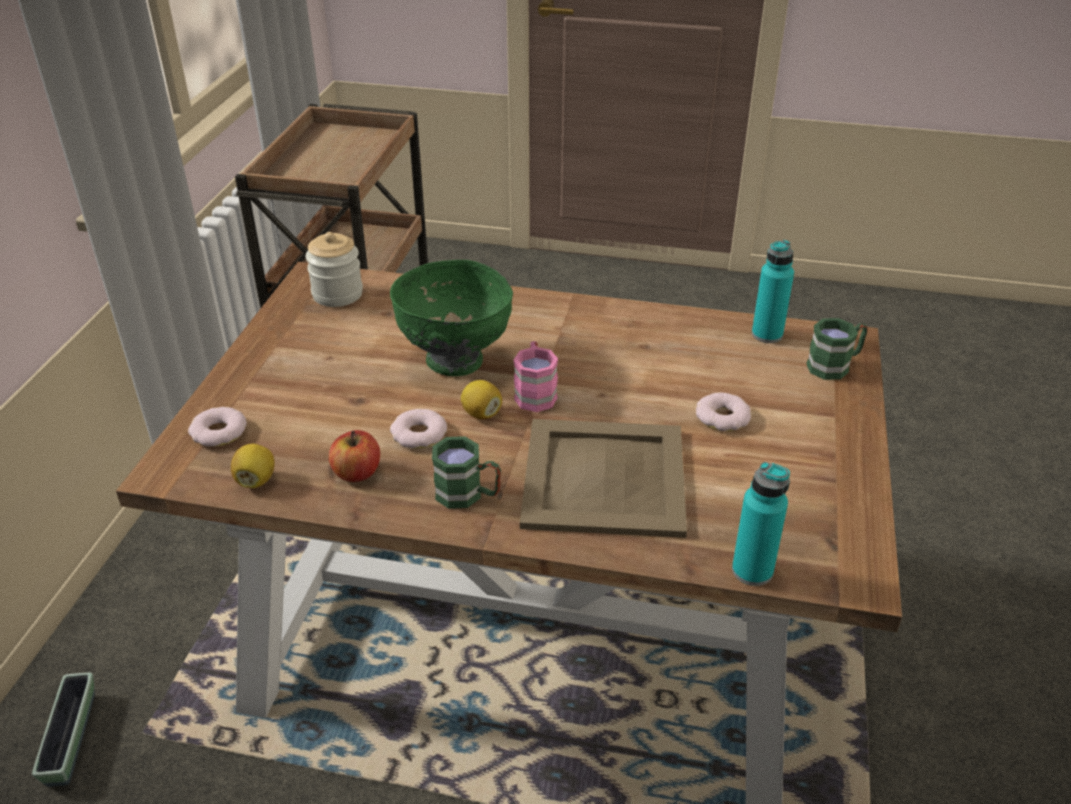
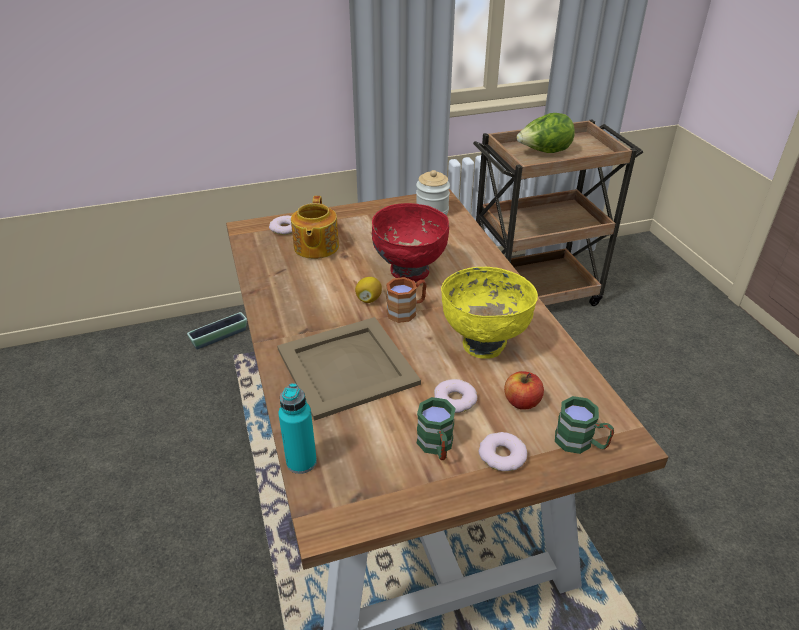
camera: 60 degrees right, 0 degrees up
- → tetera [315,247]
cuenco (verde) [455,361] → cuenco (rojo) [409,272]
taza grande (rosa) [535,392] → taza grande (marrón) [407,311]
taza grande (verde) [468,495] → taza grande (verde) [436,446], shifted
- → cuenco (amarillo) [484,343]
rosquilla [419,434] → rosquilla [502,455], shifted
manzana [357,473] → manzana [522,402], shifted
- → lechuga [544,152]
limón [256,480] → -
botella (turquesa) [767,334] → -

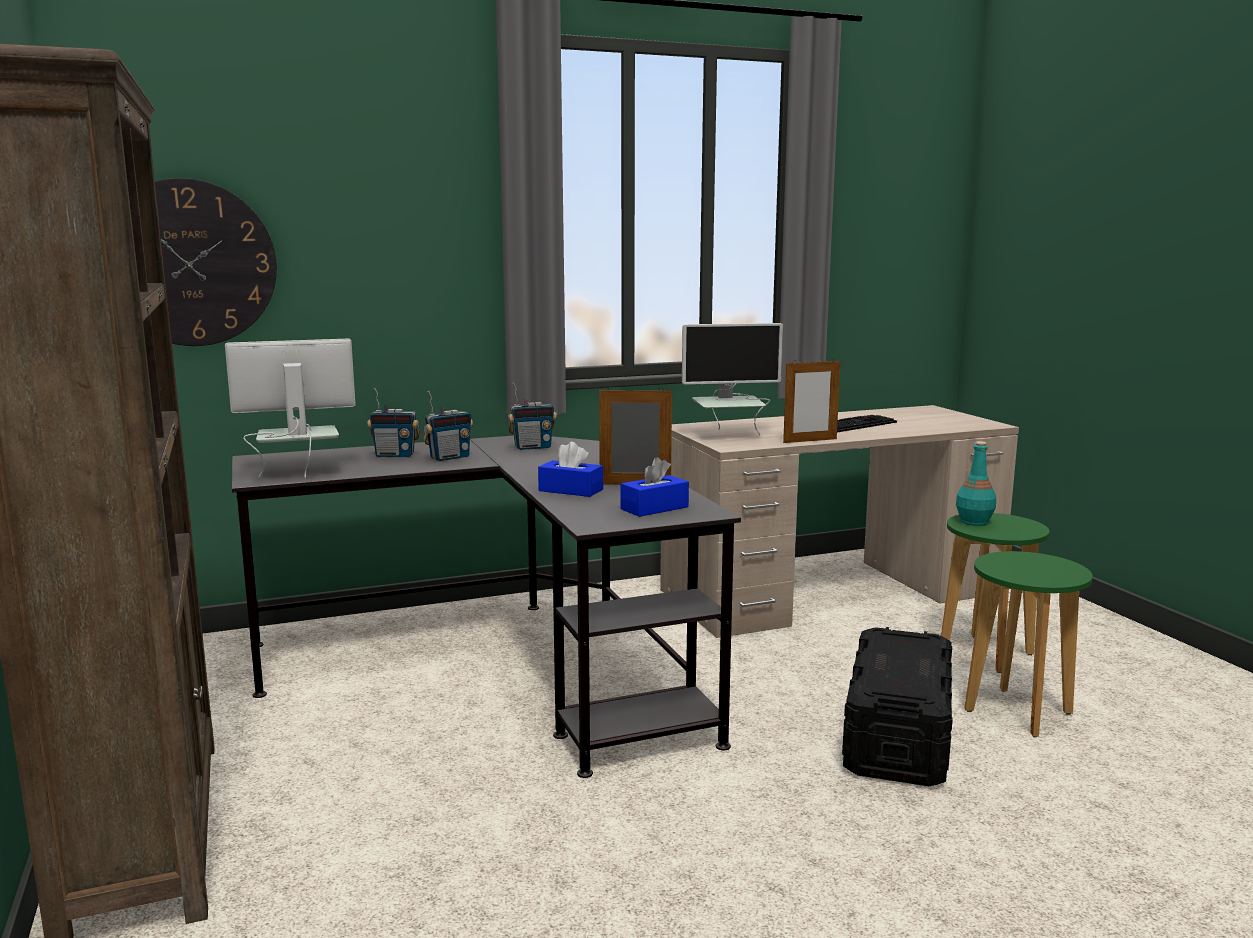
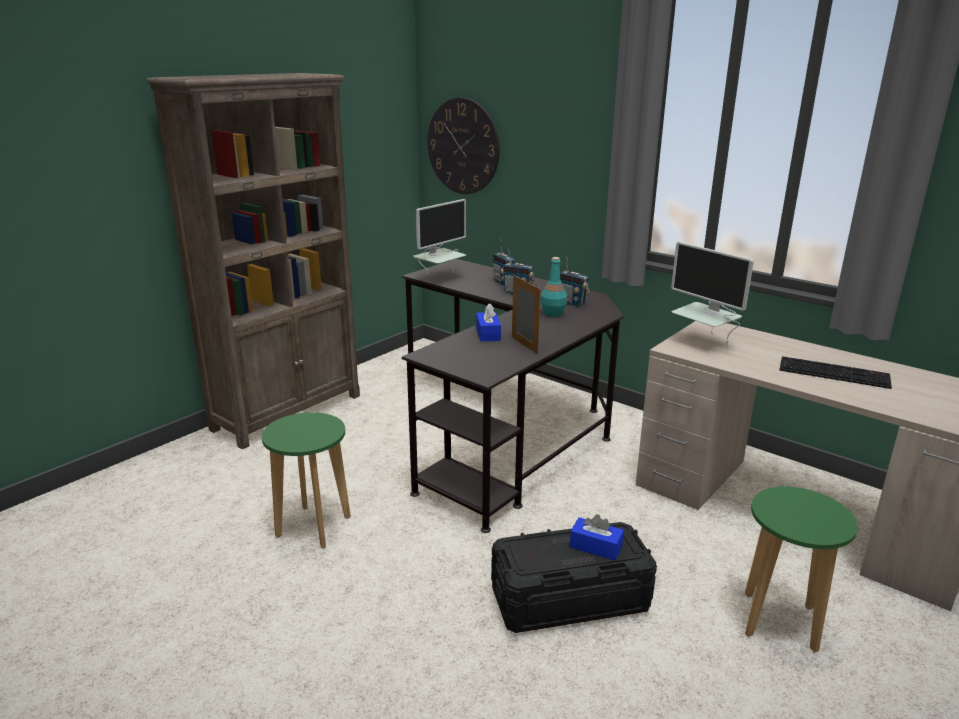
camera: 60 degrees right, 10 degrees up
taburete (verde) [1018,712] → taburete (verde) [313,527], shifted
monitor [299,474] → monitor [439,278], 90 degrees clockwise
botella (turquesa) [973,522] → botella (turquesa) [553,313], shifted
caja de pañuelos (azul) [654,508] → caja de pañuelos (azul) [595,547], shifted
portarretratos [810,441] → -

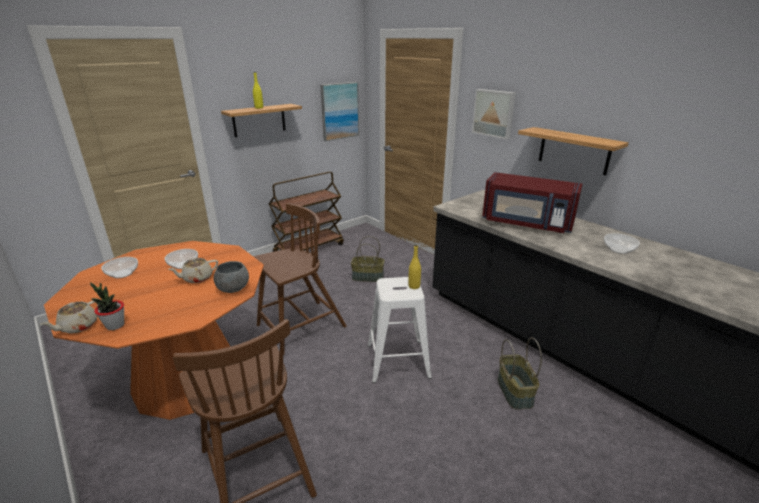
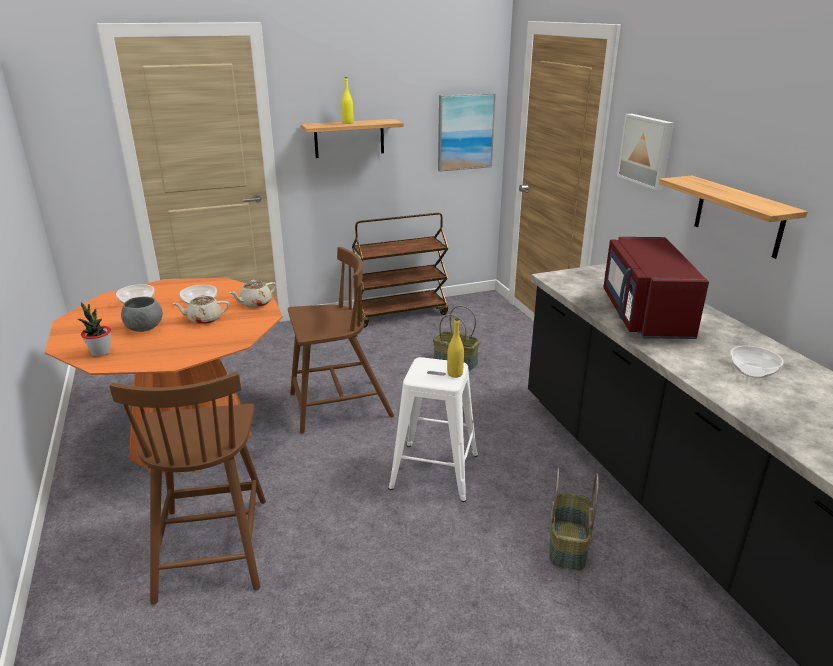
camera: 20 degrees right, 0 degrees up
cuenco (gris) [233,289] → cuenco (gris) [144,328], shifted
tetera (beis) [78,326] → tetera (beis) [255,303], shifted
microondas (rojo) [526,223] → microondas (rojo) [644,315], 45 degrees clockwise

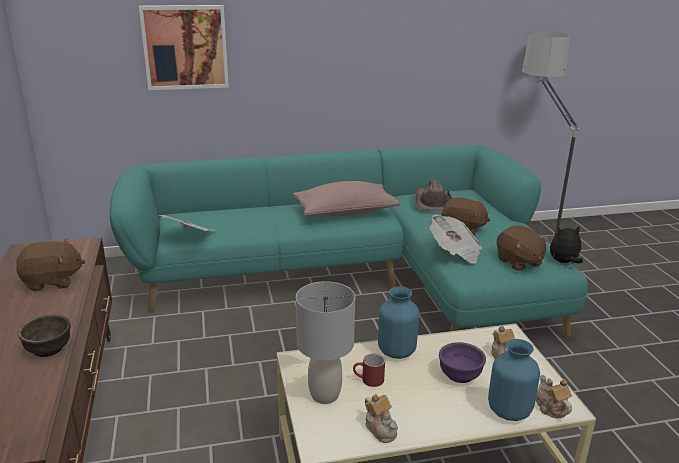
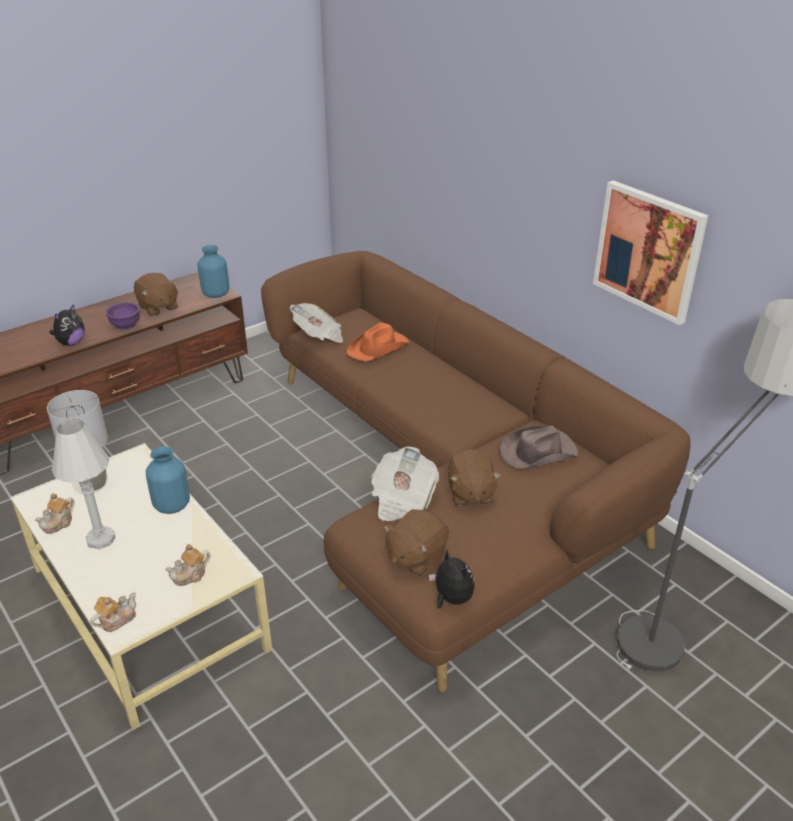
camera: 65 degrees right, 10 degrees up
cuenco (marrón) [48,348] → peluche [71,343]
- → lámpara de mesa (blanco) [100,539]
cuenco (morado) [460,375] → cuenco (morado) [125,325], shifted
florero (azul) [508,411] → florero (azul) [215,294], shifted
sofá (turquesa) [359,277] → sofá (marrón) [447,481]
- → sombrero (naranja) [379,348]
cuadro [185,47] → cuadro [648,251], shifted
cojín (rosa) [345,212] → -
taza grande (rojo) [368,380] → -

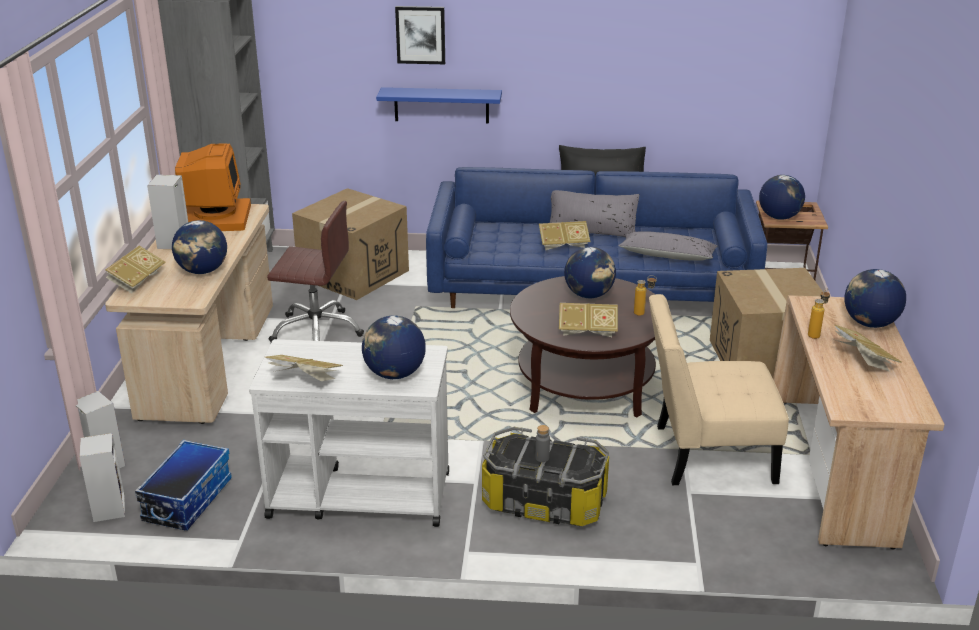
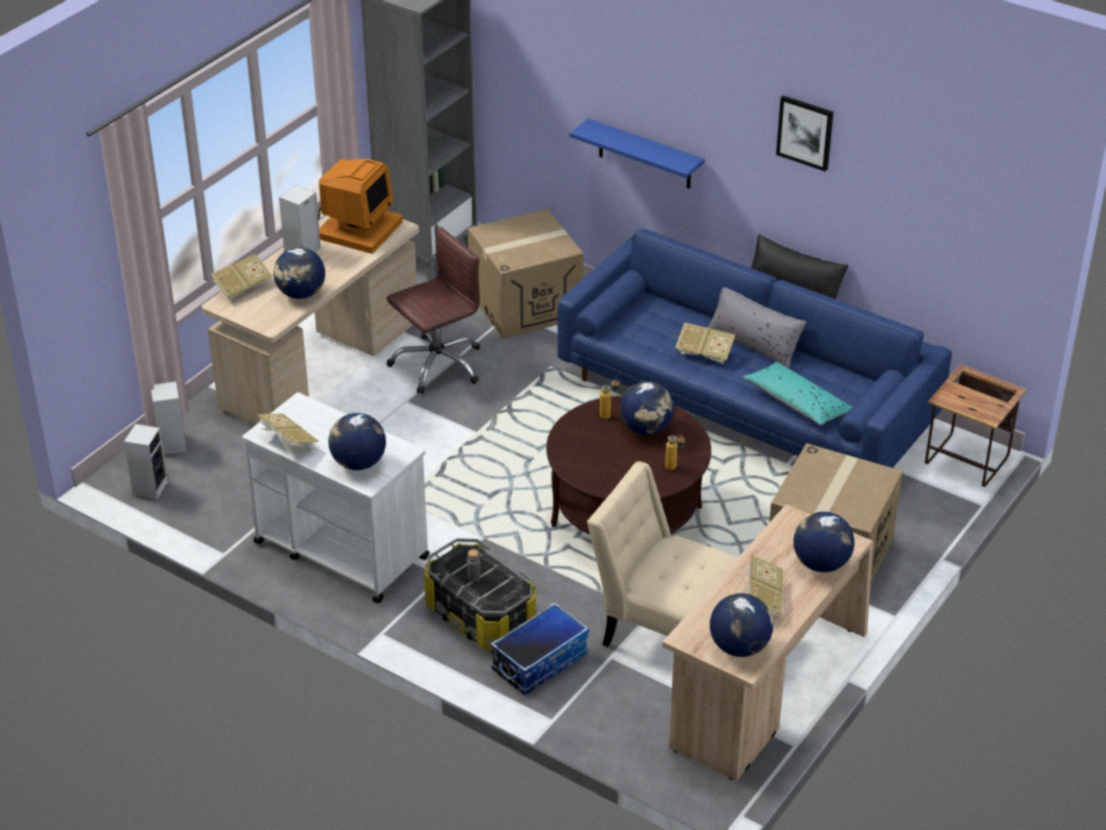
camera: 30 degrees right, 10 degrees up
silla de oficina (marrón) [317,331] → silla de oficina (marrón) [437,364], 75 degrees counterclockwise
caja de almacenaje [187,500] → caja de almacenaje [539,662], shifted
botella [816,334] → botella [609,415], shifted
globo terráqueo [779,217] → globo terráqueo [739,647], shifted
cojín (gris) [667,256] → cojín (turquesa) [797,403]
cuadro [420,34] → cuadro [805,132], shifted
libro [587,331] → -

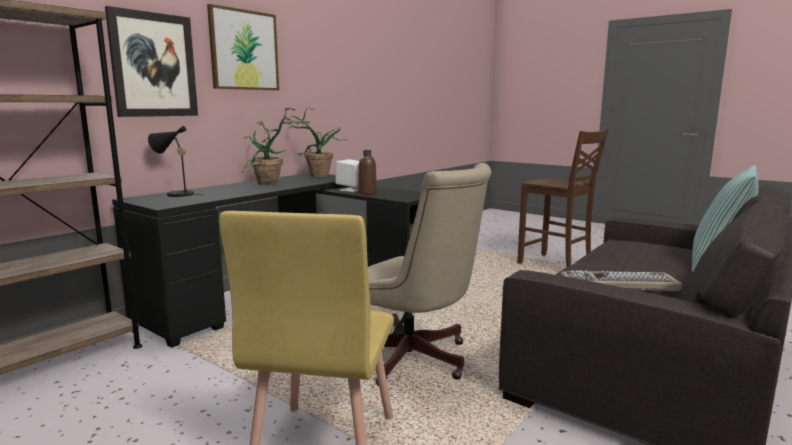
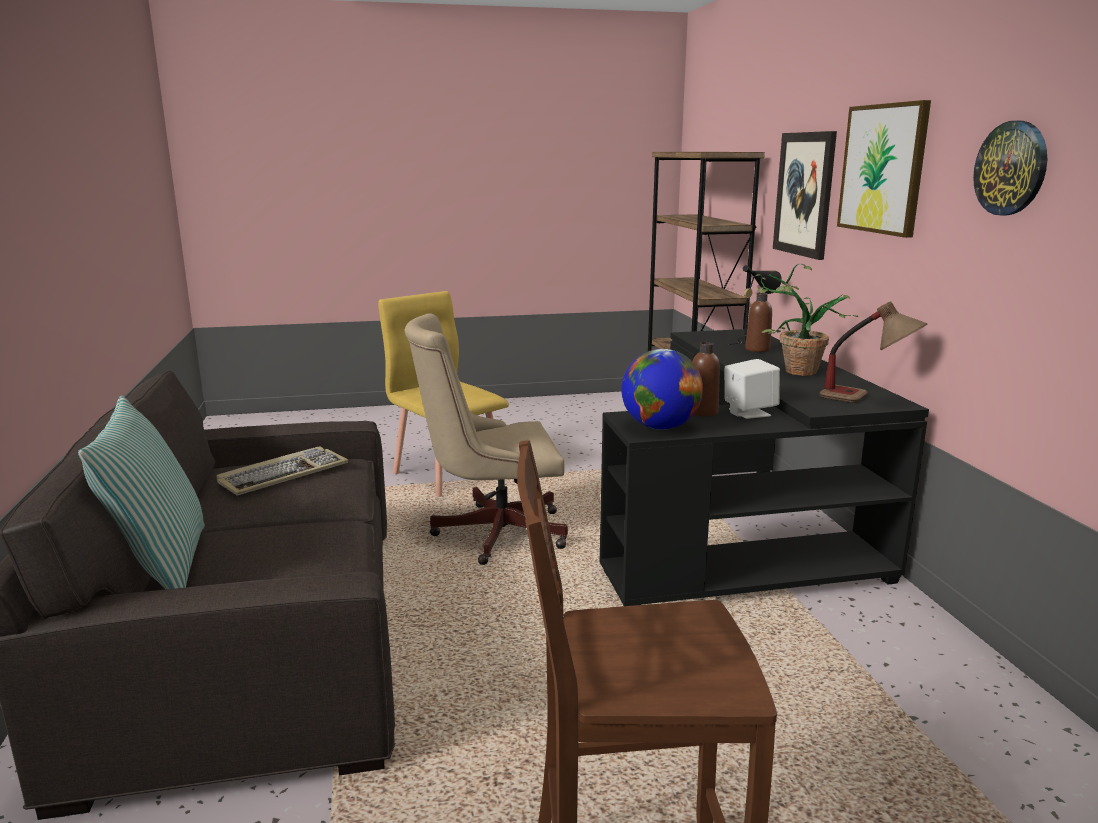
camera: 130 degrees right, 5 degrees up
- → globo terráqueo [660,427]
- → botella (marrón) [757,349]
planta en maceta [313,176] → lámpara de mesa [867,400]
- → reloj de pared [1011,168]

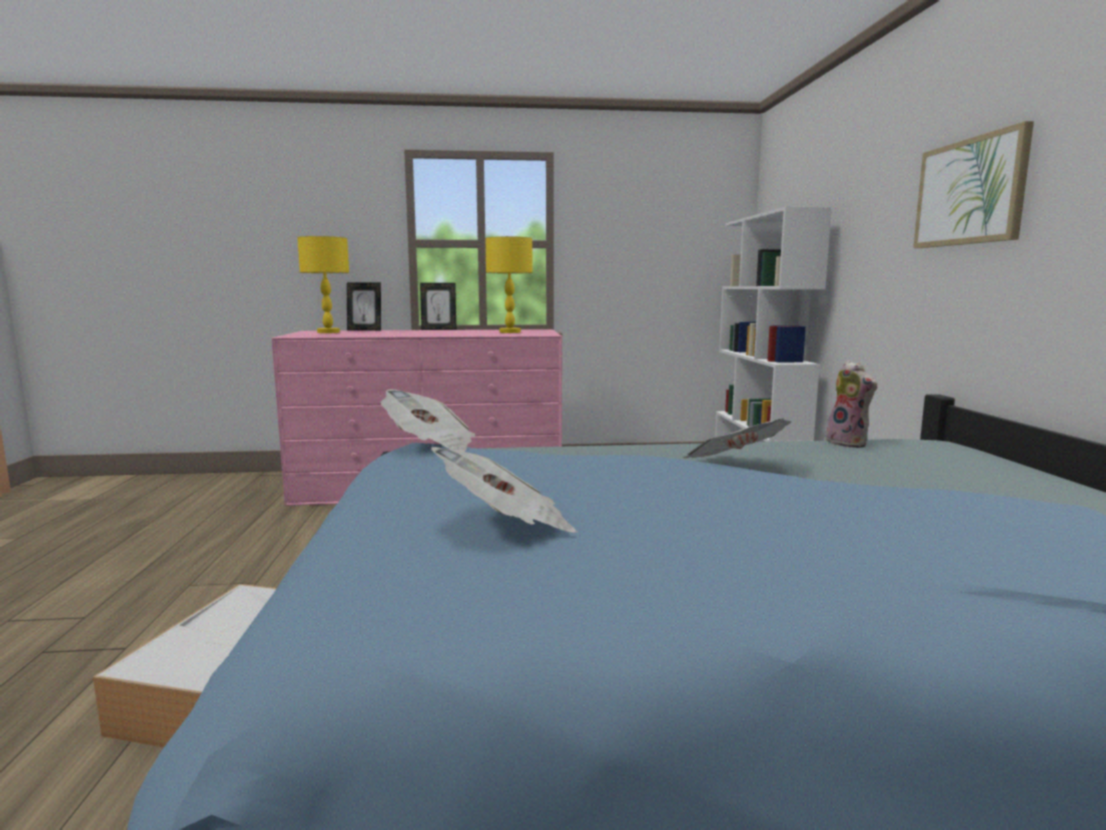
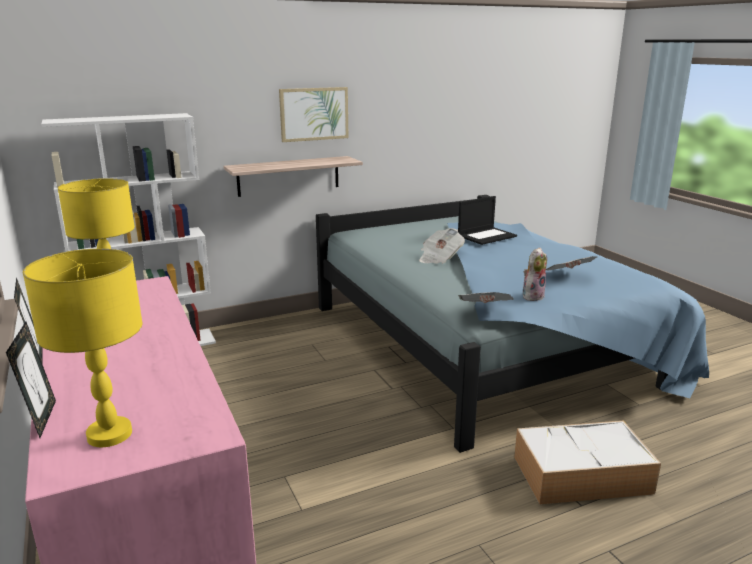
camera: 110 degrees left, 10 degrees up
- → estante [288,176]
- → portátil [487,236]
peluche [849,443] → peluche [532,296], shifted

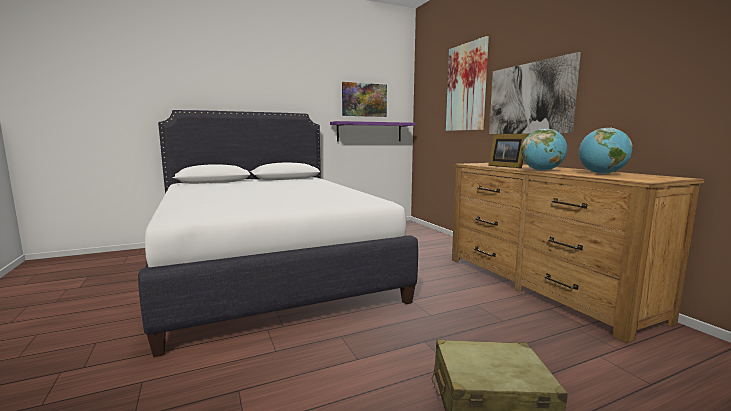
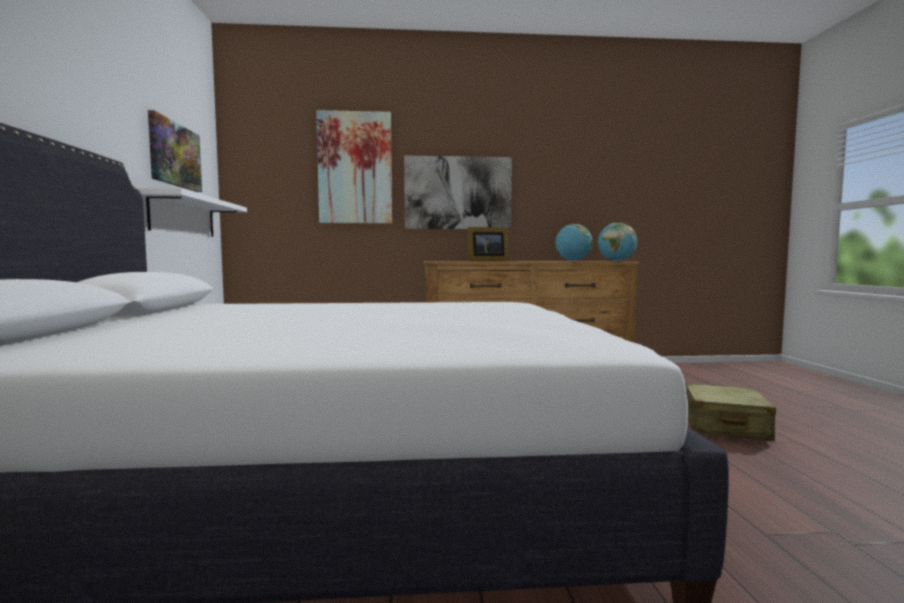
camera: 70 degrees left, 5 degrees down
estante (morado) [369,132] → estante (blanco) [183,216]
globo terráqueo [542,171] → globo terráqueo [616,261], shifted

